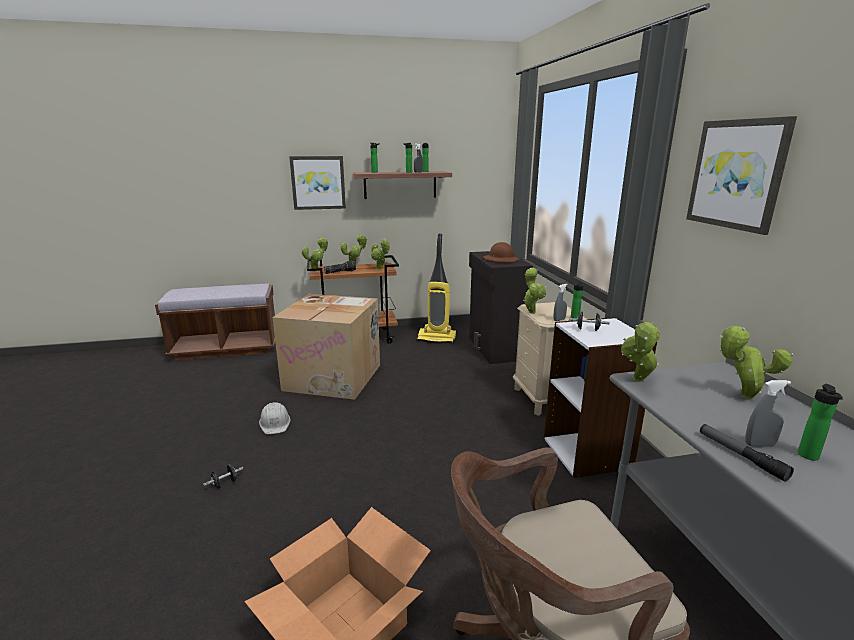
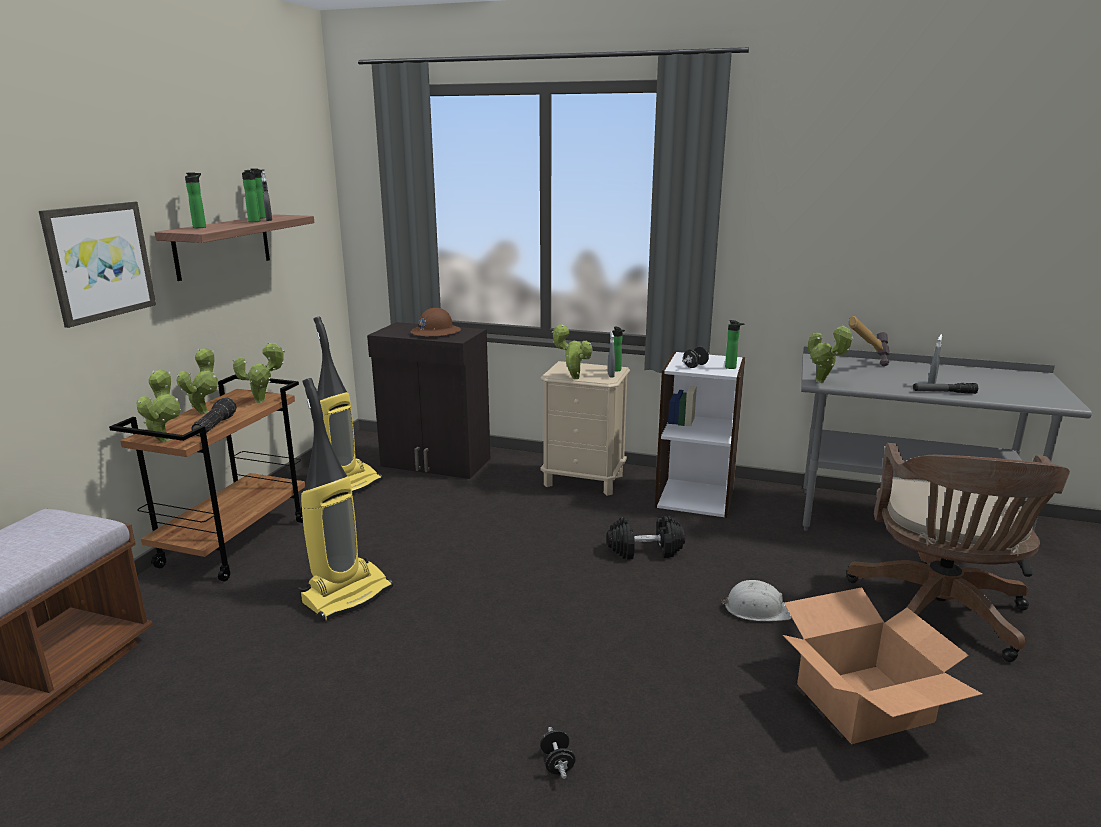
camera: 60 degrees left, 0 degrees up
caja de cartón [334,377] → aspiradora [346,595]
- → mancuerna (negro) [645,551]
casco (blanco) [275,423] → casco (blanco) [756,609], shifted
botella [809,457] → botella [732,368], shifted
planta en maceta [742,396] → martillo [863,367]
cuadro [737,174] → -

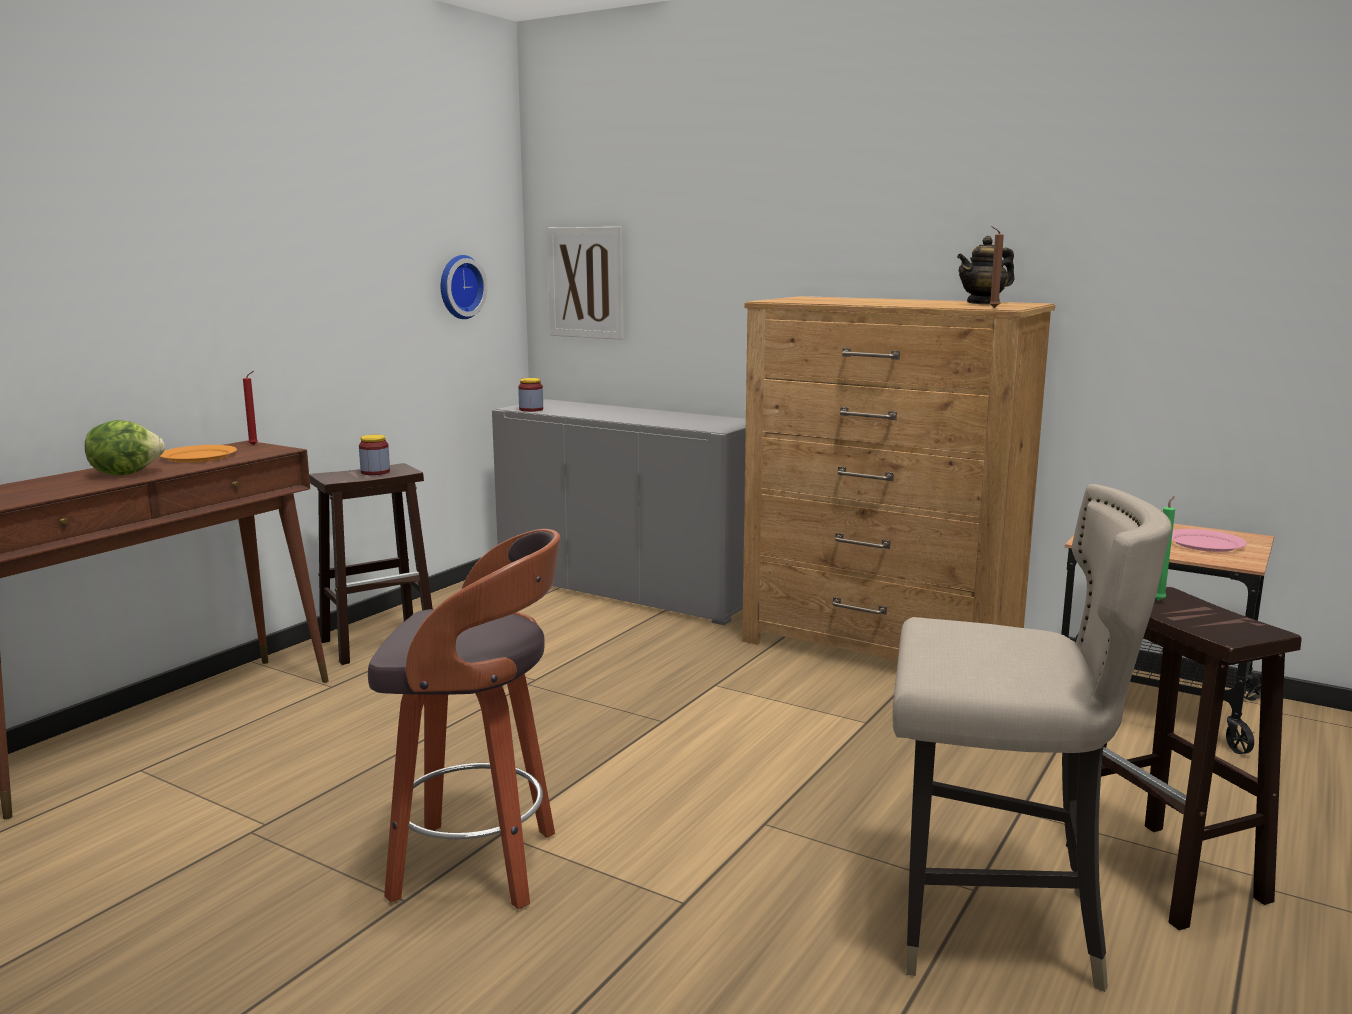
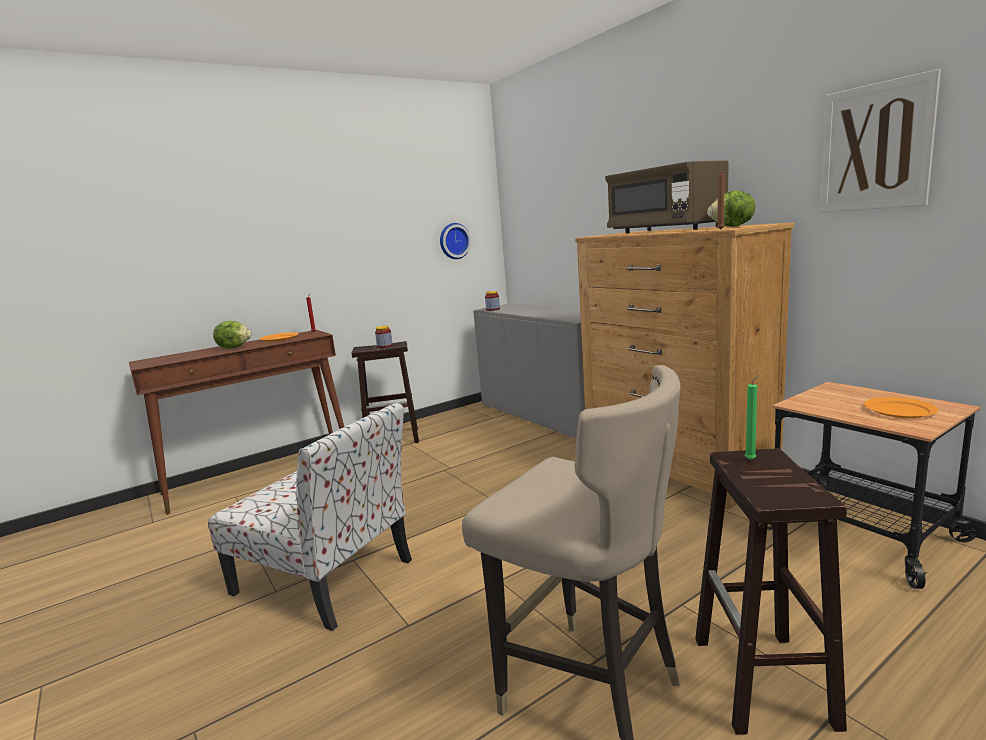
camera: 25 degrees right, 0 degrees up
taburete [480,866] → silla [326,578]
- → microondas (marrón) [665,230]
tetera [983,303] → lechuga [732,226]
cuadro [586,282] → cuadro [875,147], shifted
plato (rosa) [1204,543] → plato (naranja) [899,410]

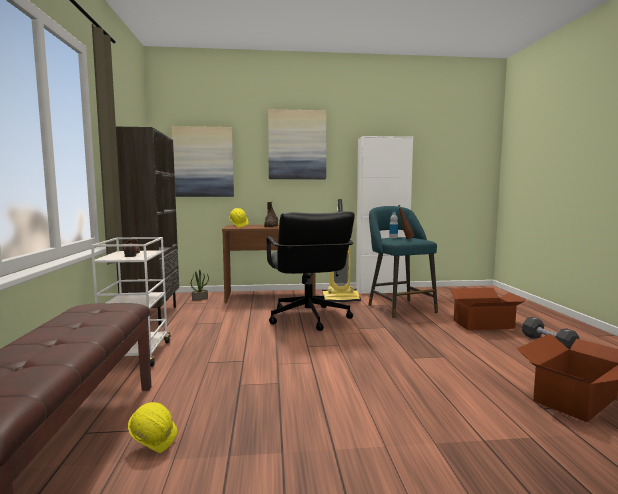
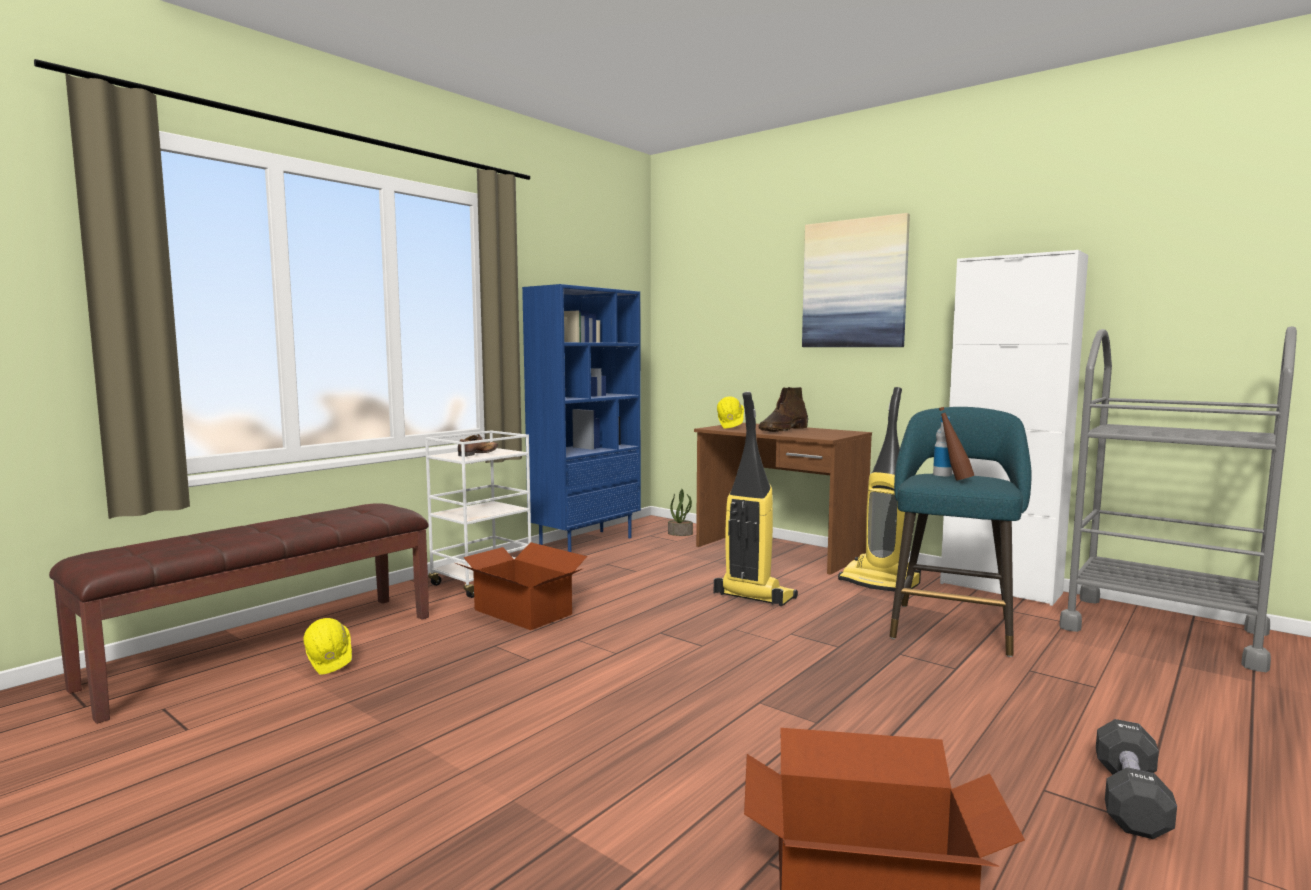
camera: 45 degrees right, 0 degrees up
caja de cartón [484,324] → caja de cartón [522,612], shifted
estantería (marrón) [152,316] → estantería (azul) [586,542]
silla de oficina (negro) [308,318] → aspiradora [753,597]
- → carrito (gris) [1162,630]
cuadro [203,162] → -

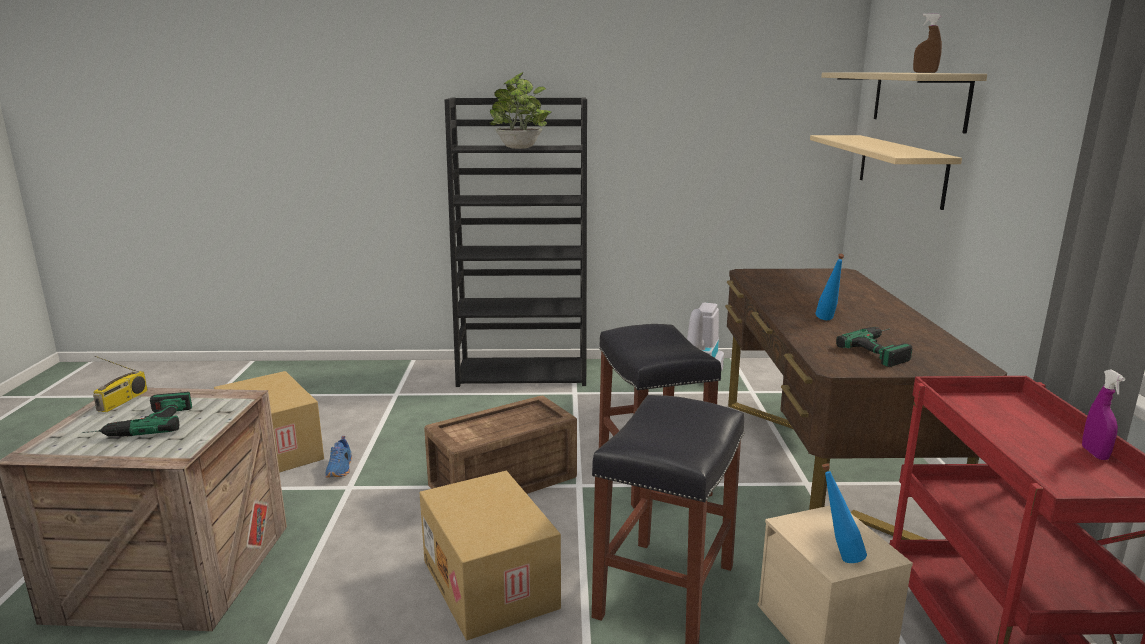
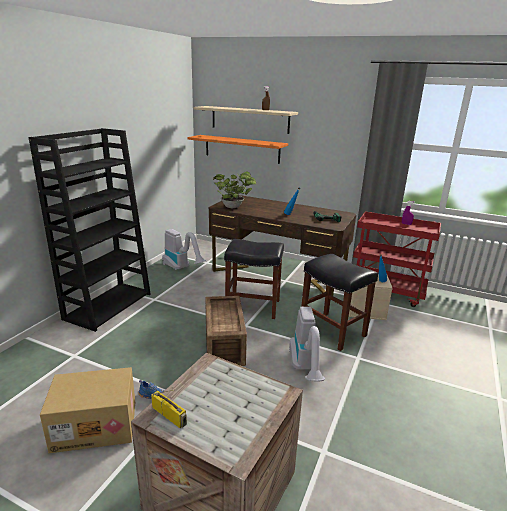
camera: 65 degrees left, 5 degrees up
estante (beis) [900,169] → estante (naranja) [242,149]
planta en maceta [519,148] → planta en maceta [234,207], shifted
caja de cartón [492,584] → aspiradora [305,369]
taladro [140,424] → -

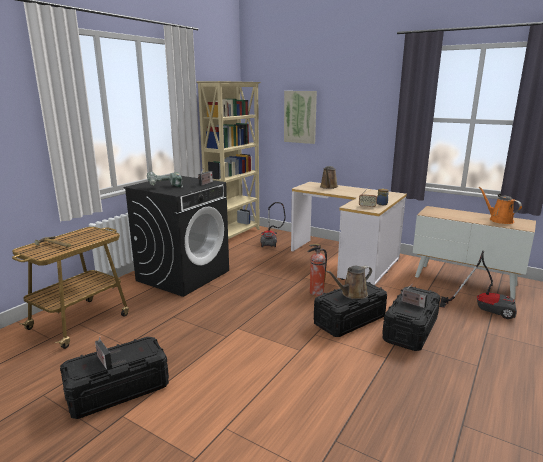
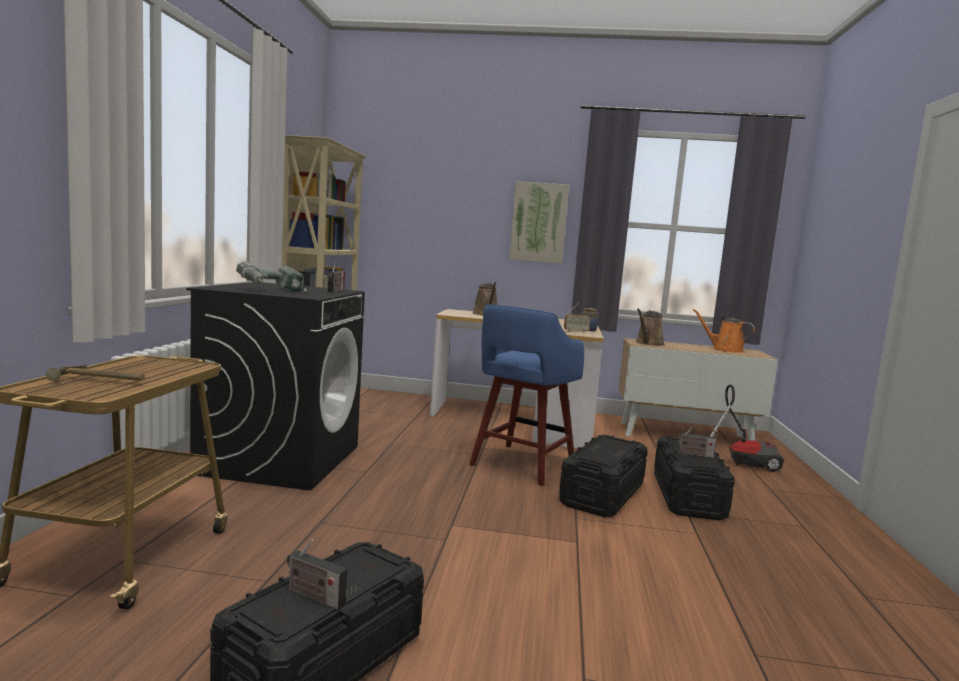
camera: 25 degrees left, 10 degrees down
extintor [316,292] → taburete (azul) [521,465]
cuadro [300,117] → cuadro [539,222], shifted
regadera (marrón) [352,294] → regadera (marrón) [648,343], shifted
aspiradora [270,242] → -

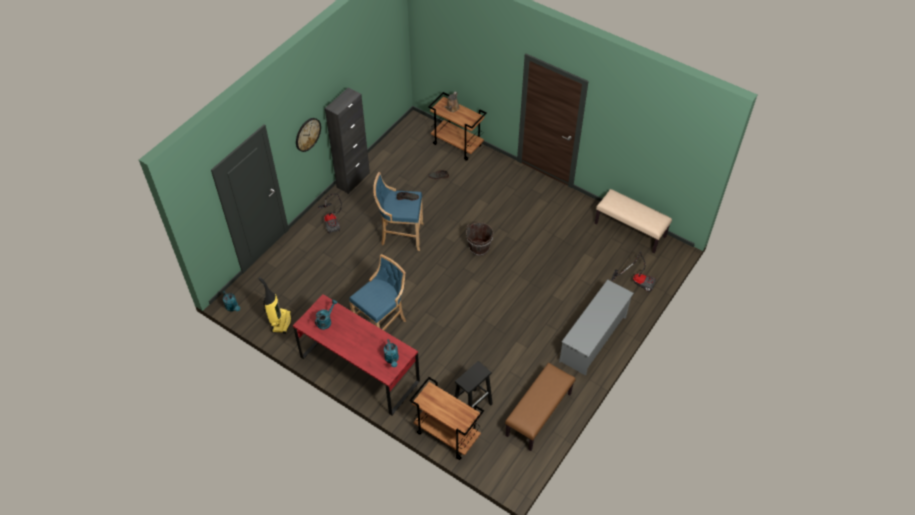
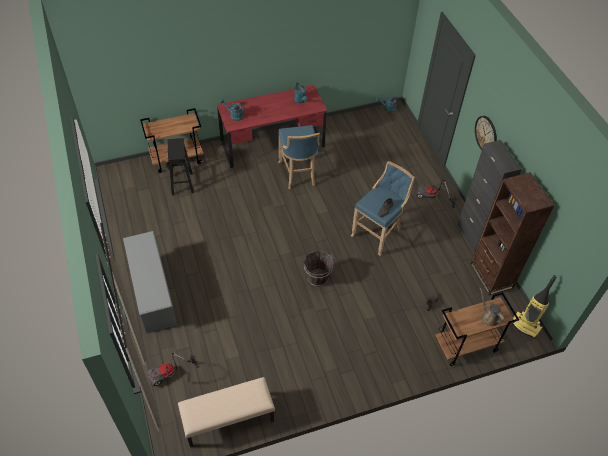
camera: 125 degrees right, 0 degrees up
- → estantería (marrón) [491,275]
aspiradora [280,321] → aspiradora [526,325], shifted
banco (marrón) [539,415] → -

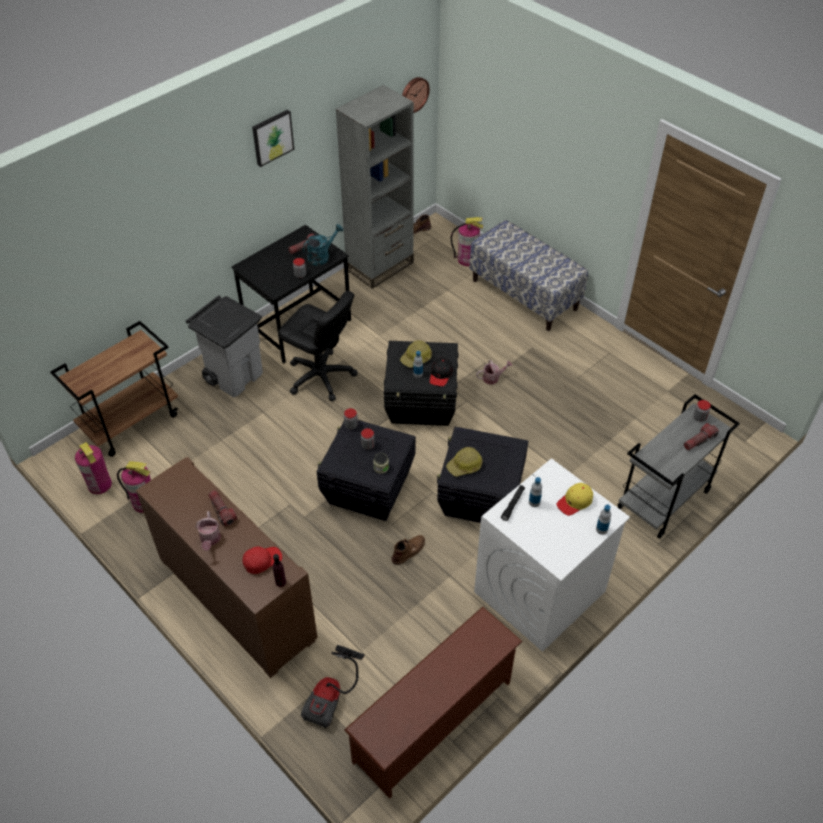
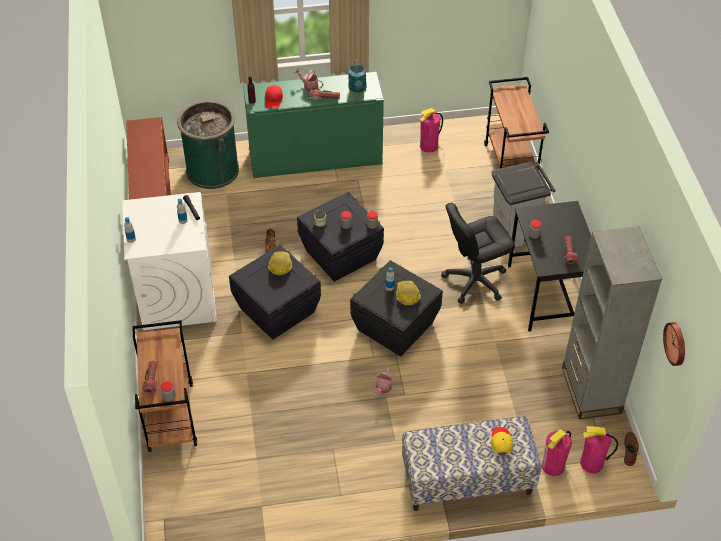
camera: 125 degrees right, 0 degrees up
carrito (gris) [663,501] → carrito (marrón) [170,416]
aspiradora [333,696] → papelera (verde) [212,170]
armario (marrón) [236,598] → armario (verde) [315,158]
regadera (turquesa) [322,256] → regadera (turquesa) [357,88], shifted
gorra (amarillo) [575,502] → gorra (amarillo) [501,442], shifted
extintor [99,484] → extintor [591,463], shifted
cuadro [272,137] → -
gorra (negro) [440,375] → -

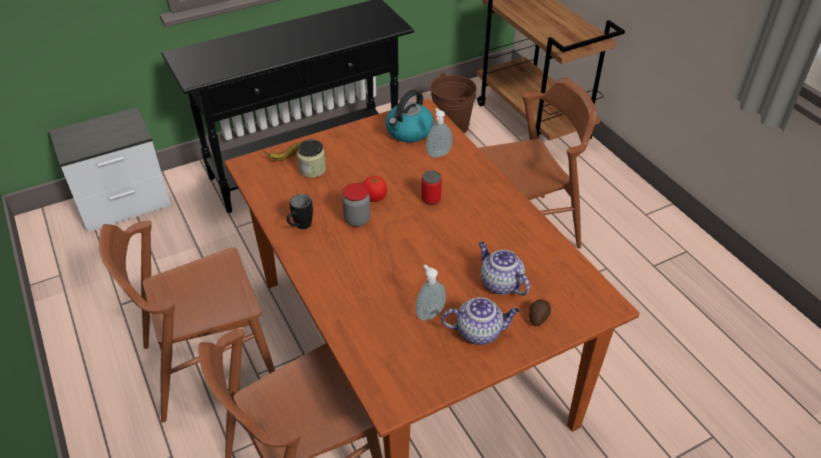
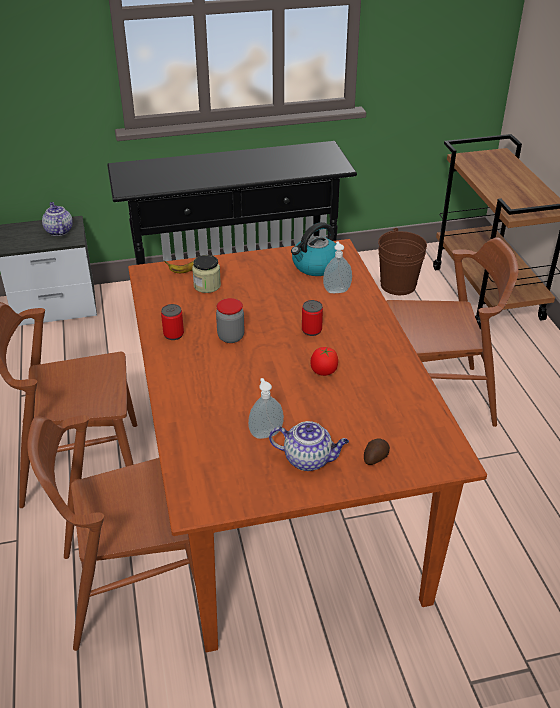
camera: 15 degrees right, 5 degrees down
tetera [500,283] → tetera [58,231], shifted
taza grande (negro) [300,227] → lata [173,334]
tomate [374,198] → tomate [323,371], shifted

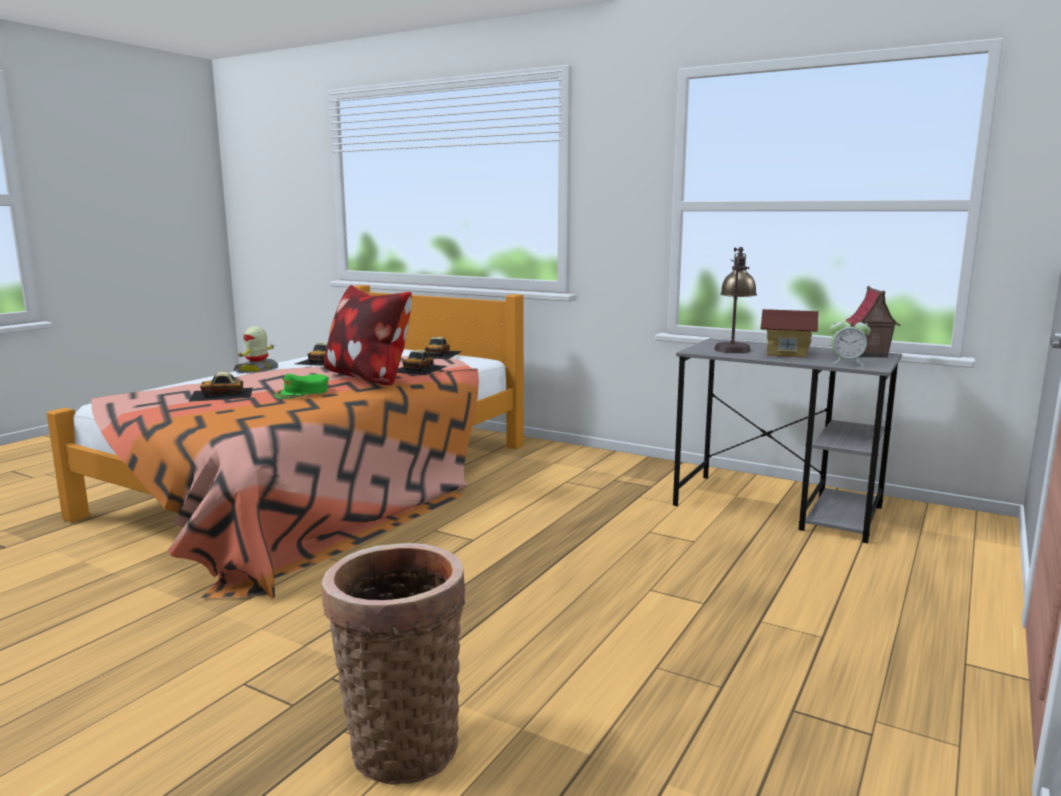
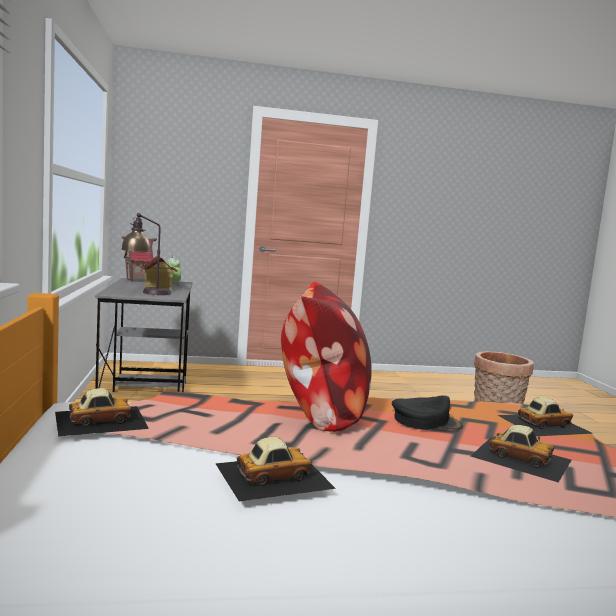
camera: 130 degrees left, 5 degrees down
gorra (verde) [302,393] → gorra (negro) [426,421]
coche de juguete [419,369] → coche de juguete [543,424], shifted
robot de juguete [257,370] → -

